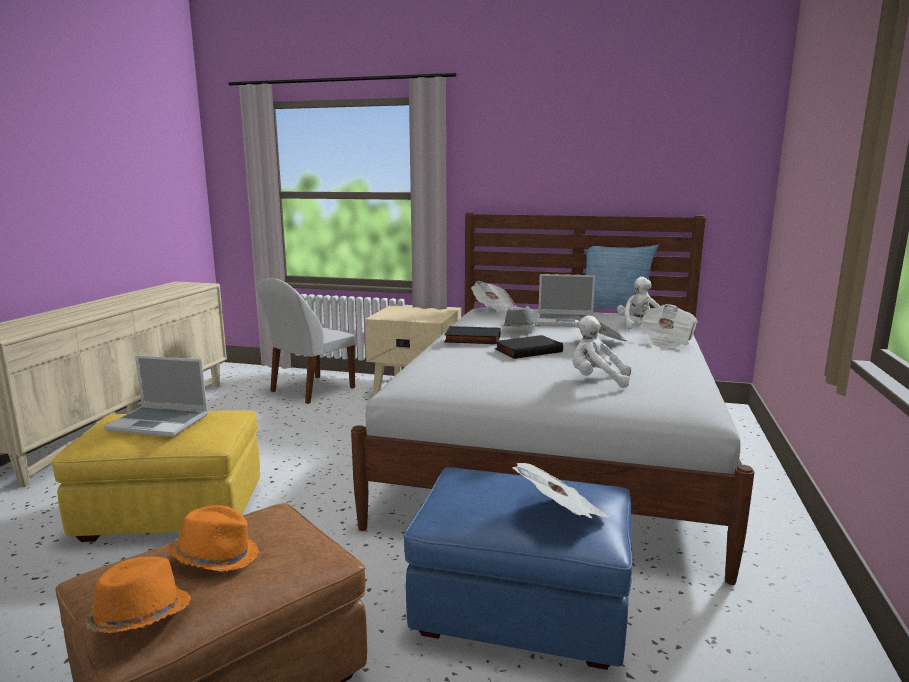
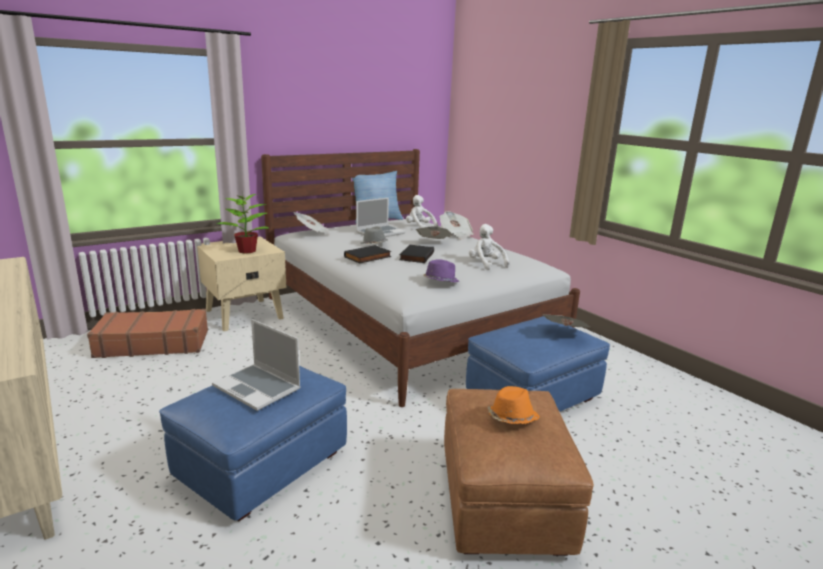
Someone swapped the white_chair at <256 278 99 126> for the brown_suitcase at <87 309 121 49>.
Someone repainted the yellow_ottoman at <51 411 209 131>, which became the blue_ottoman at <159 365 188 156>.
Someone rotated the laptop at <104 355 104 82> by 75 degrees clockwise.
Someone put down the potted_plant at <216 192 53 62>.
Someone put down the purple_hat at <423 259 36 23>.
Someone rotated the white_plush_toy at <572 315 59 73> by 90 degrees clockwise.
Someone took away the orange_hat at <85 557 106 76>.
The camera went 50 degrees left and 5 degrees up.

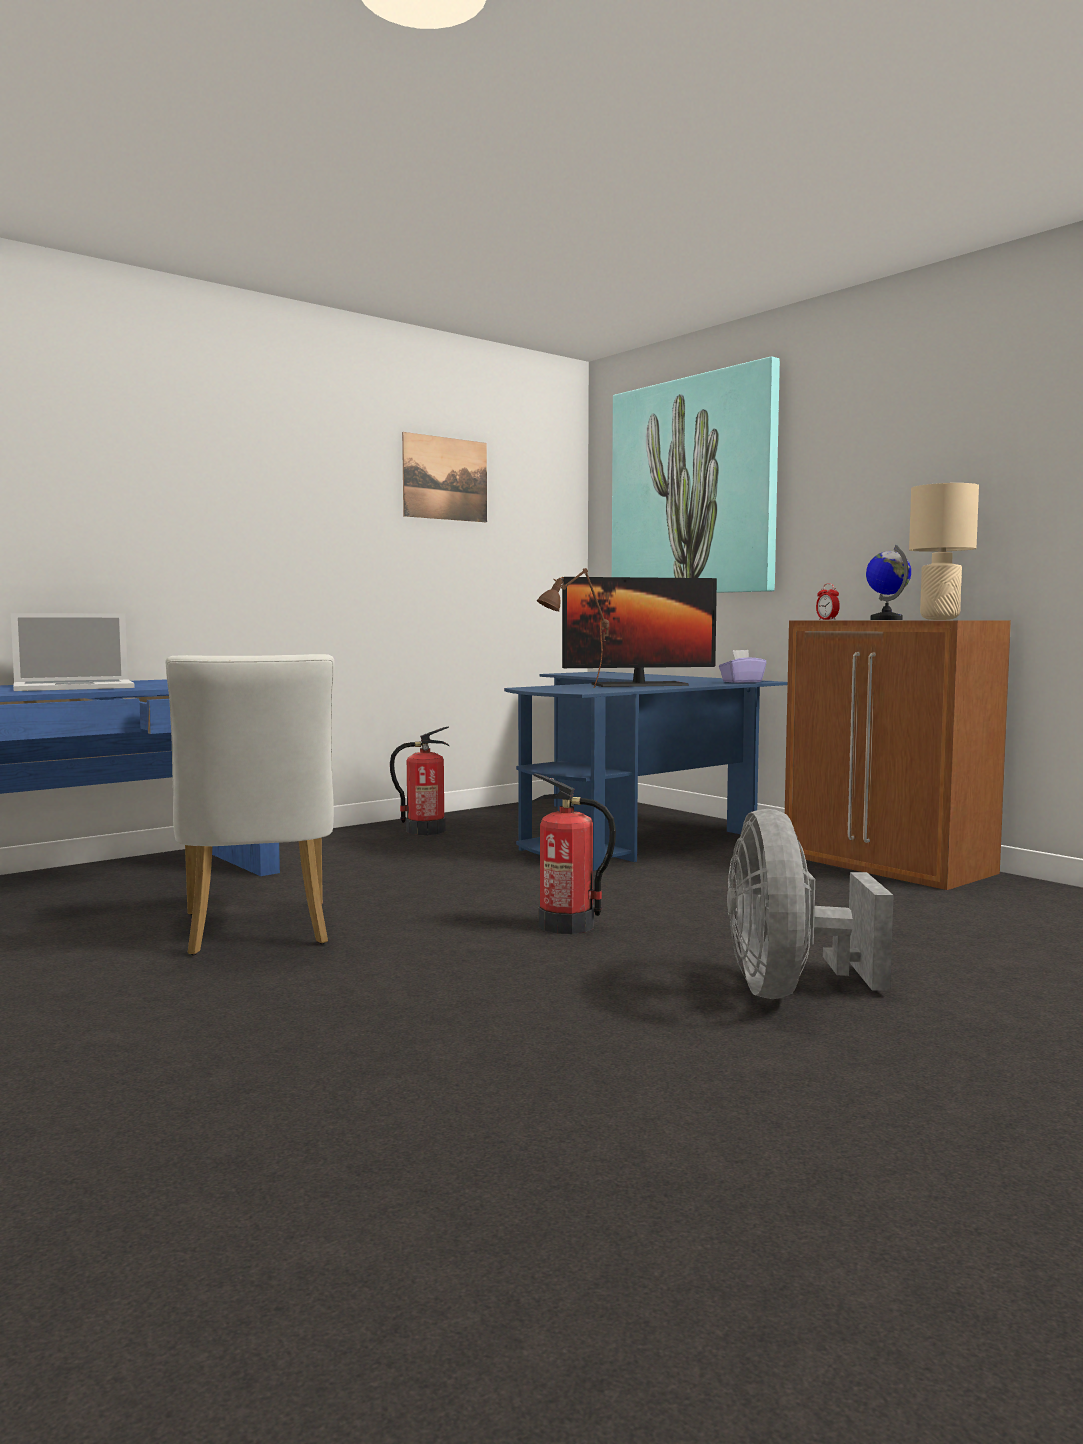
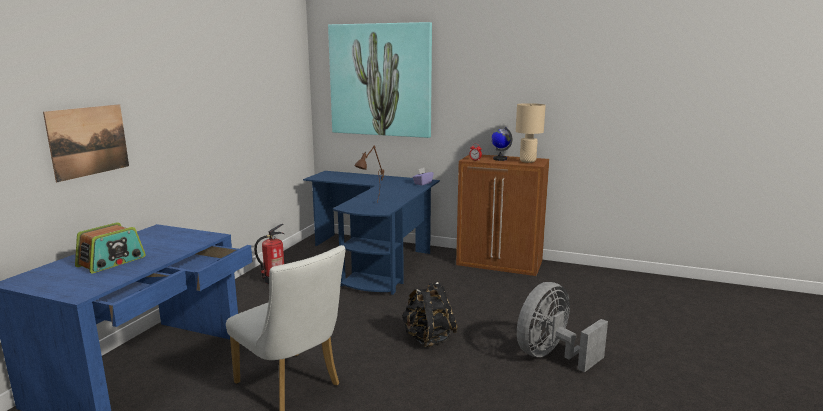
Someone carried the picture from <402 432 85 90> to <43 104 86 78>.
Someone swapped the laptop at <11 613 124 78> for the radio at <75 222 71 51>.
Someone swapped the fire_extinguisher at <533 773 83 161> for the black_backpack at <402 282 56 65>.
Someone rotated the grey_fan at <727 809 166 190> by 75 degrees clockwise.
Someone took away the monitor at <562 577 155 110>.
The camera went 30 degrees left and 10 degrees up.

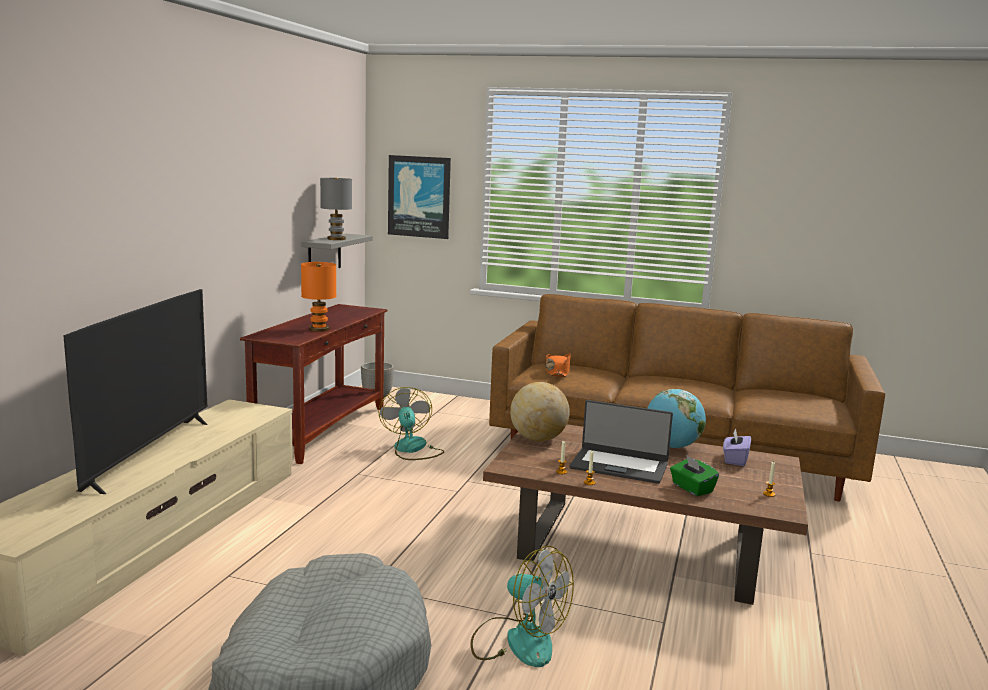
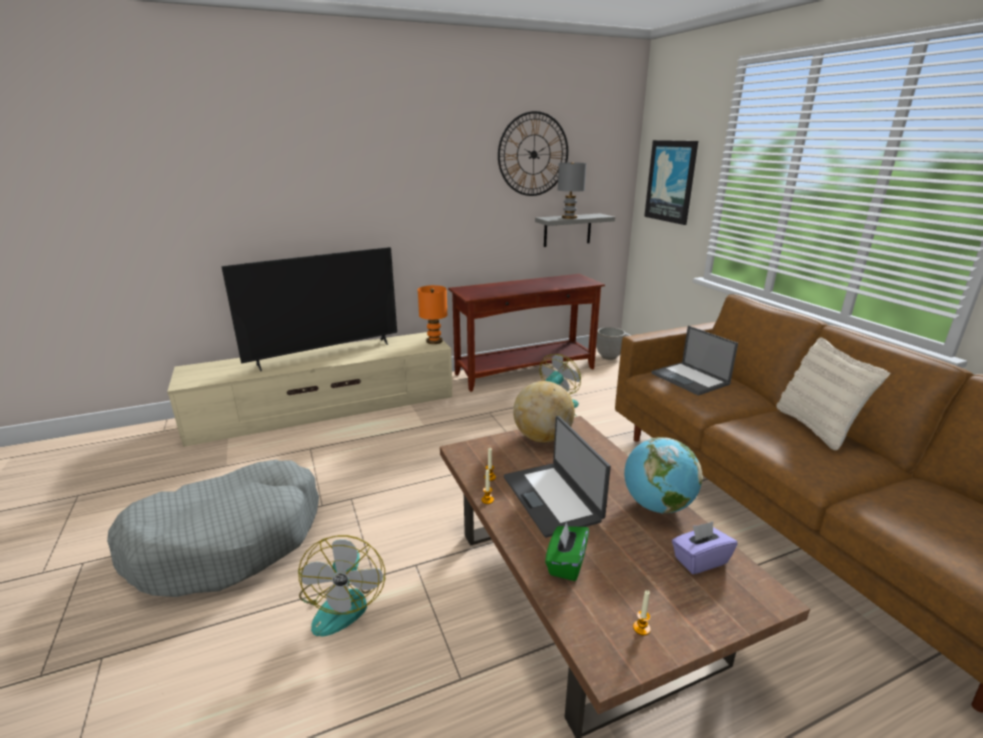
Someone carried the orange_table_lamp from <301 262 35 70> to <418 285 29 59>.
Someone put up the wall_clock at <498 111 70 85>.
Someone swapped the orange_hat at <545 353 26 24> for the laptop at <651 326 87 70>.
Someone put down the beige_pillow at <776 337 114 113>.
The camera went 50 degrees right and 10 degrees up.

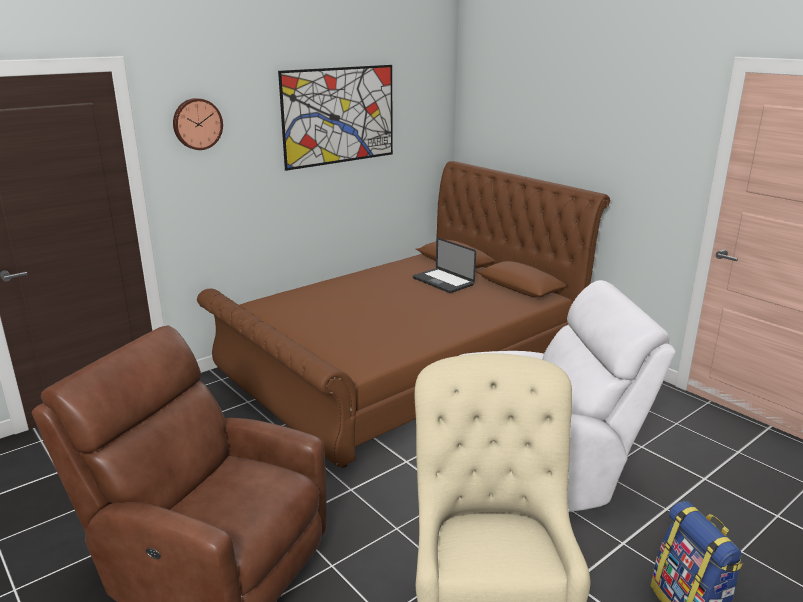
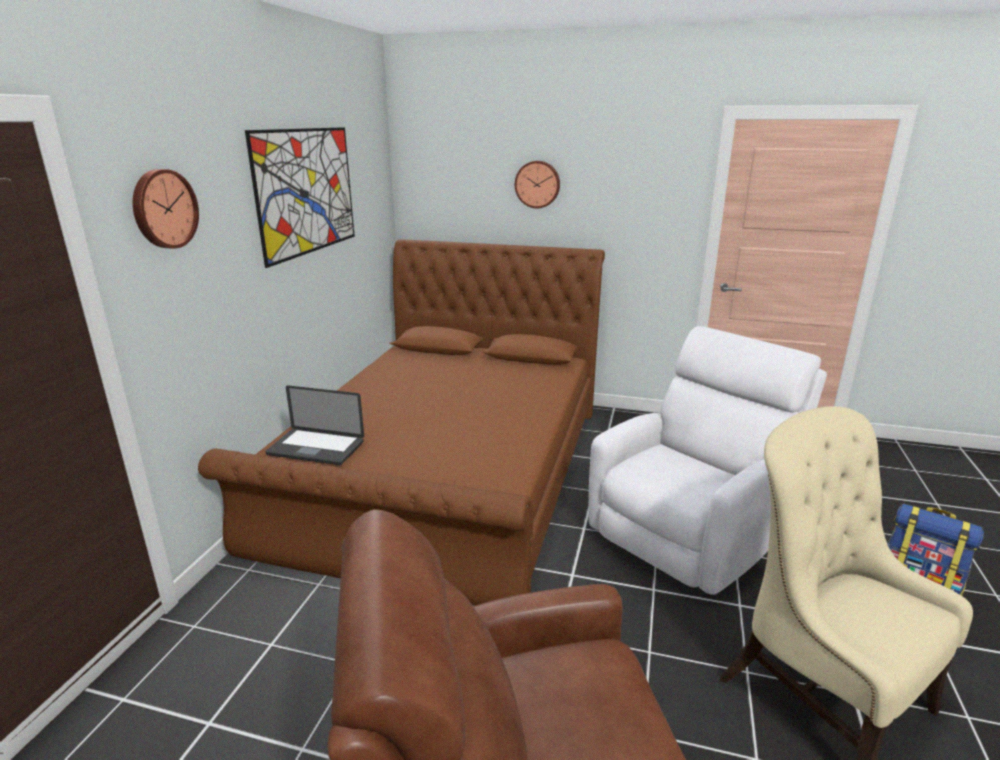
Someone carried the laptop from <413 238 63 55> to <266 385 98 80>.
Someone put up the wall_clock at <515 161 45 47>.
The camera went 35 degrees left and 0 degrees up.

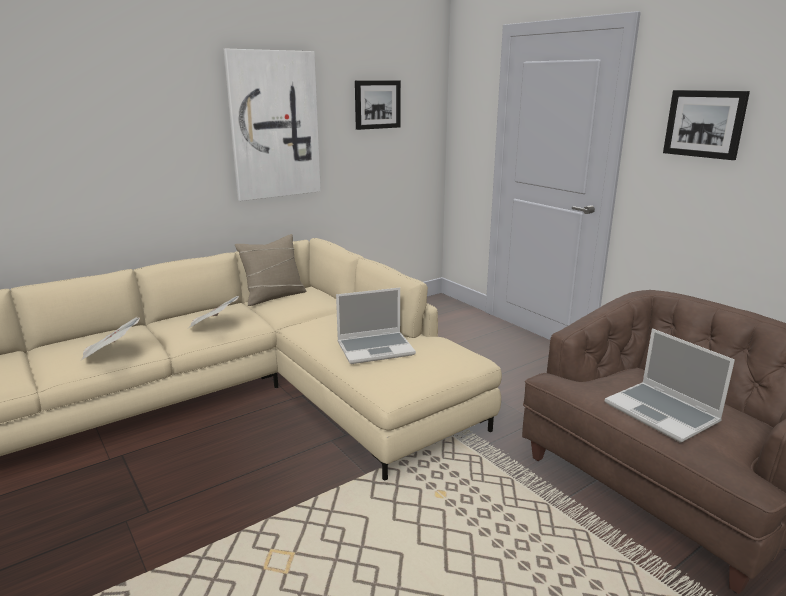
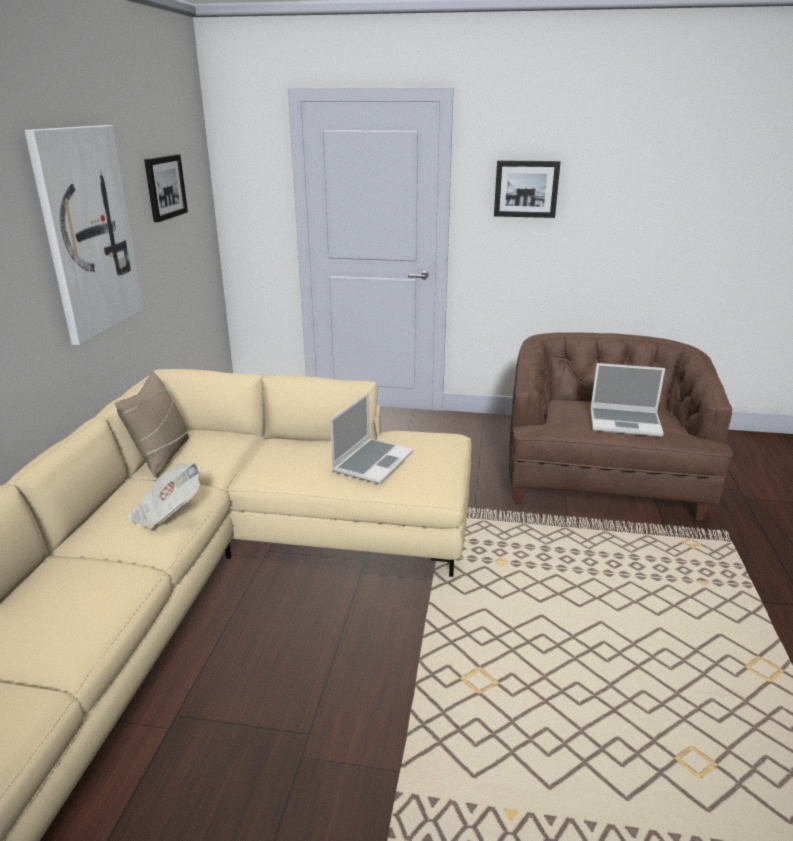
Someone took away the newspaper at <80 317 60 44>.
The camera went 45 degrees left and 5 degrees up.

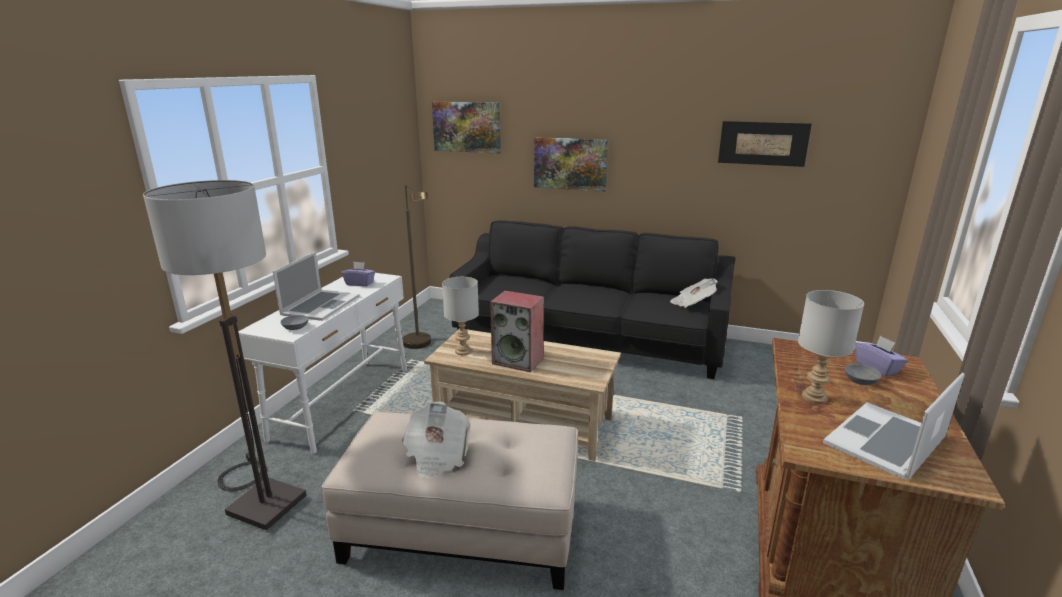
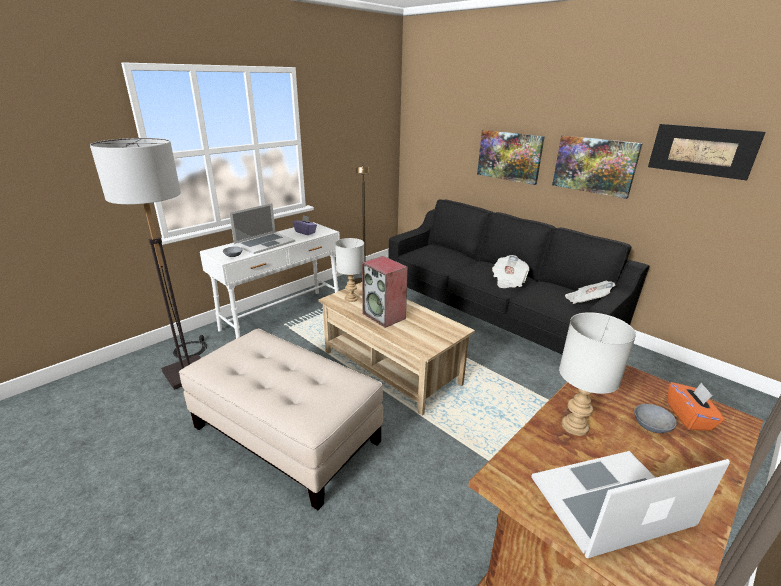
Someone carried the newspaper from <402 401 69 77> to <492 255 38 33>.
Someone carried the picture from <432 101 69 53> to <552 135 91 64>.
Someone repainted the purple_tissue_box at <855 336 53 41>, which became the orange_tissue_box at <668 382 57 49>.
The camera went 25 degrees right and 5 degrees up.

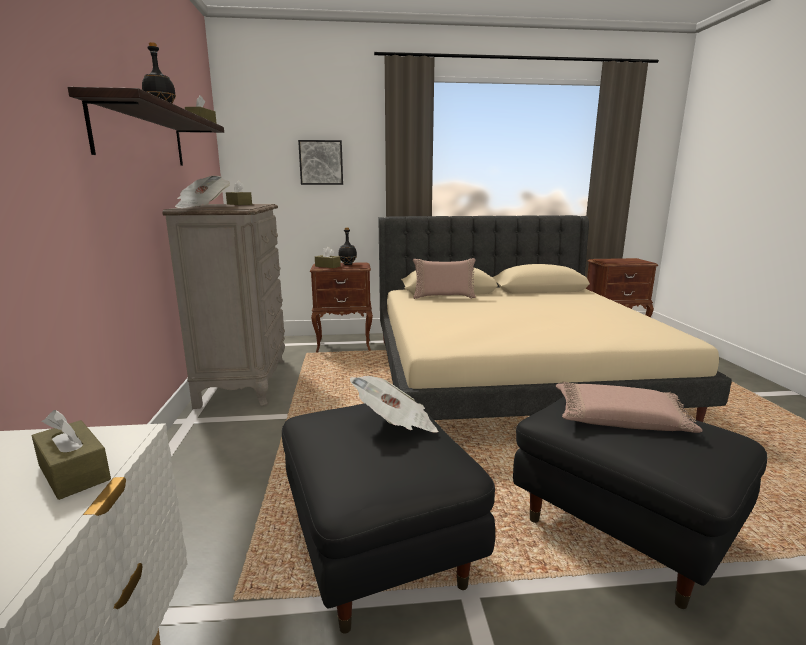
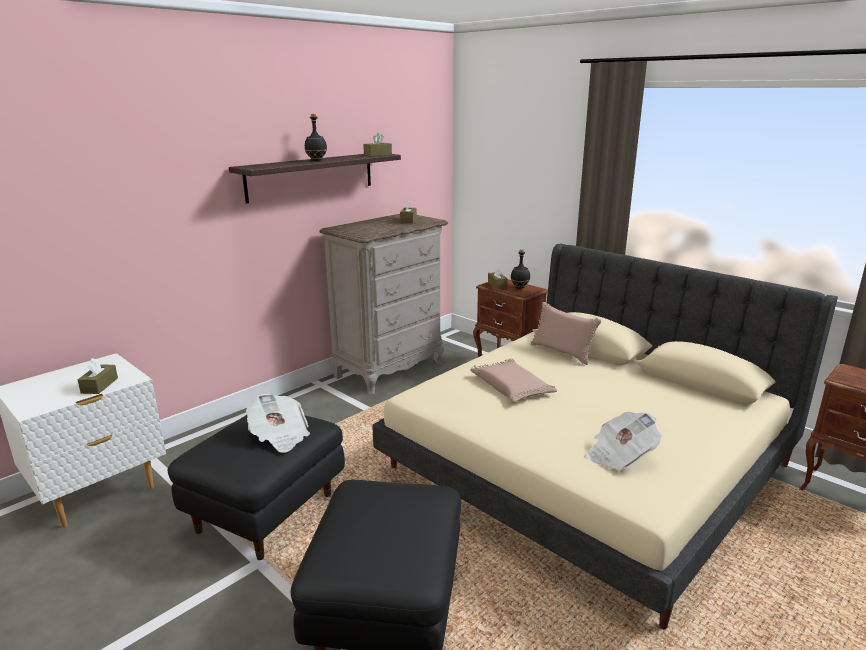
Someone carried the beige_pillow from <556 382 147 51> to <470 359 87 44>.
Someone carried the newspaper from <175 176 55 32> to <585 412 76 59>.
Someone took away the picture at <298 140 45 45>.
The camera went 50 degrees right and 5 degrees up.

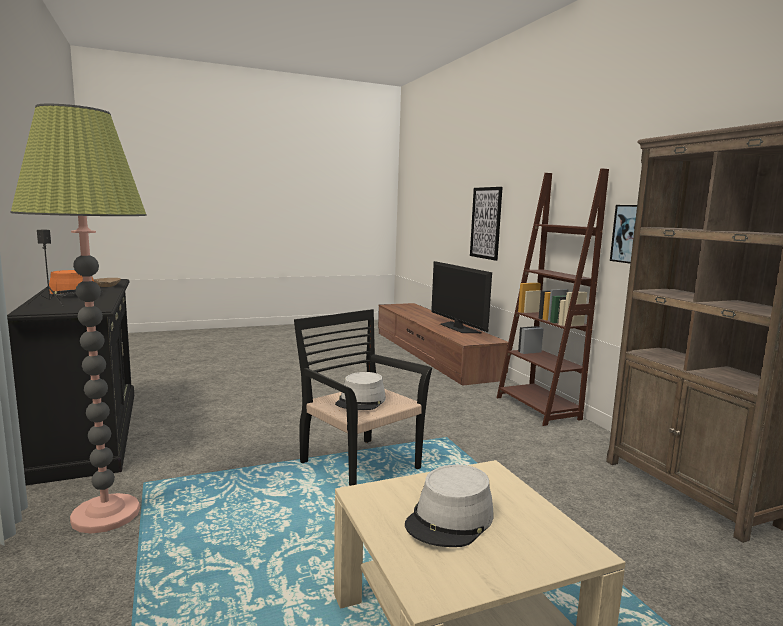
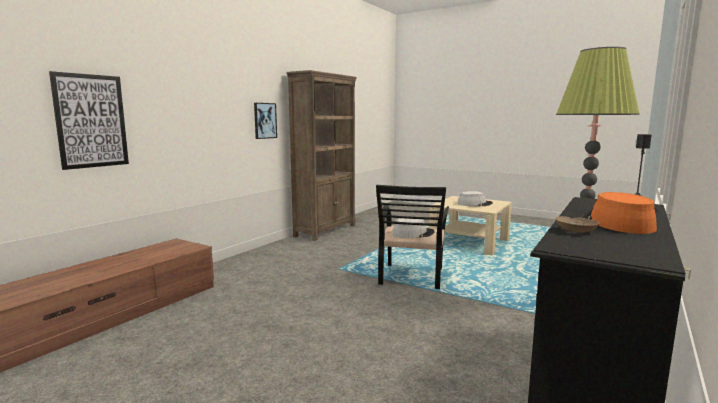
Someone took away the television at <431 261 61 72>.
Someone took away the brown_bookcase at <497 168 112 258>.
The camera went 125 degrees left and 0 degrees up.

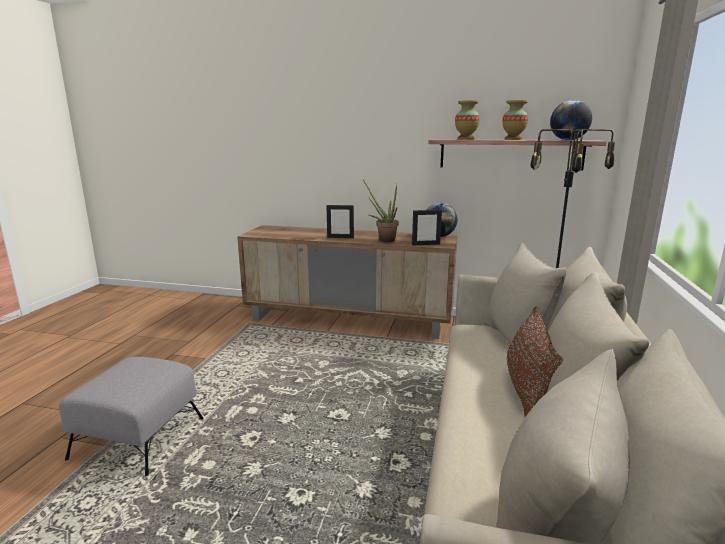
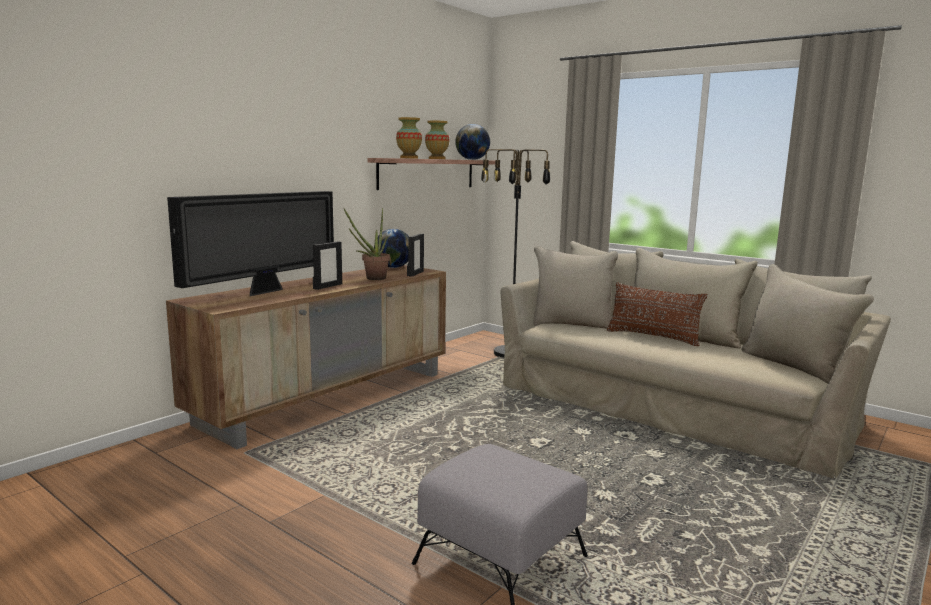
Someone put down the television at <167 191 167 105>.
The camera went 65 degrees left and 5 degrees down.

